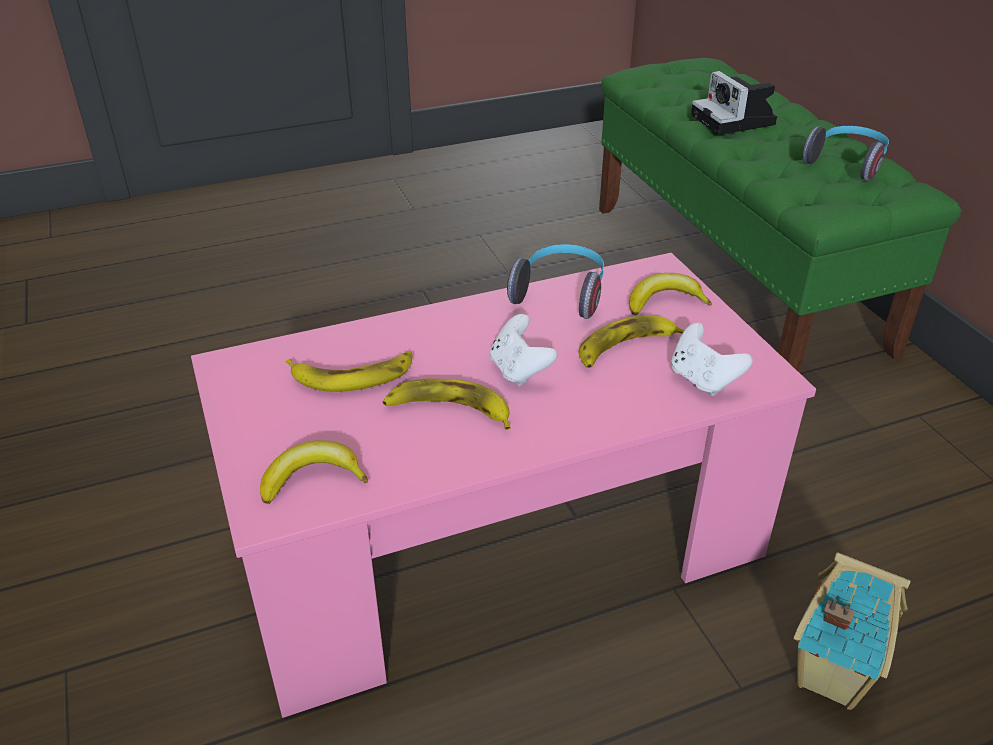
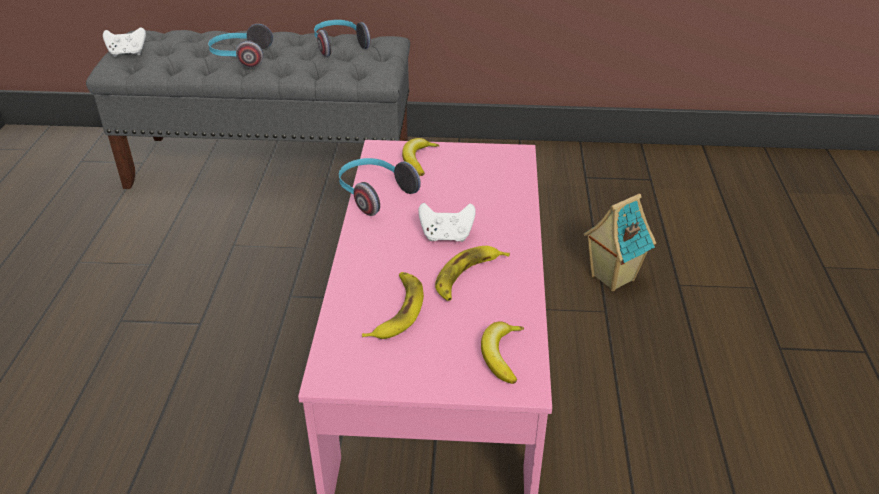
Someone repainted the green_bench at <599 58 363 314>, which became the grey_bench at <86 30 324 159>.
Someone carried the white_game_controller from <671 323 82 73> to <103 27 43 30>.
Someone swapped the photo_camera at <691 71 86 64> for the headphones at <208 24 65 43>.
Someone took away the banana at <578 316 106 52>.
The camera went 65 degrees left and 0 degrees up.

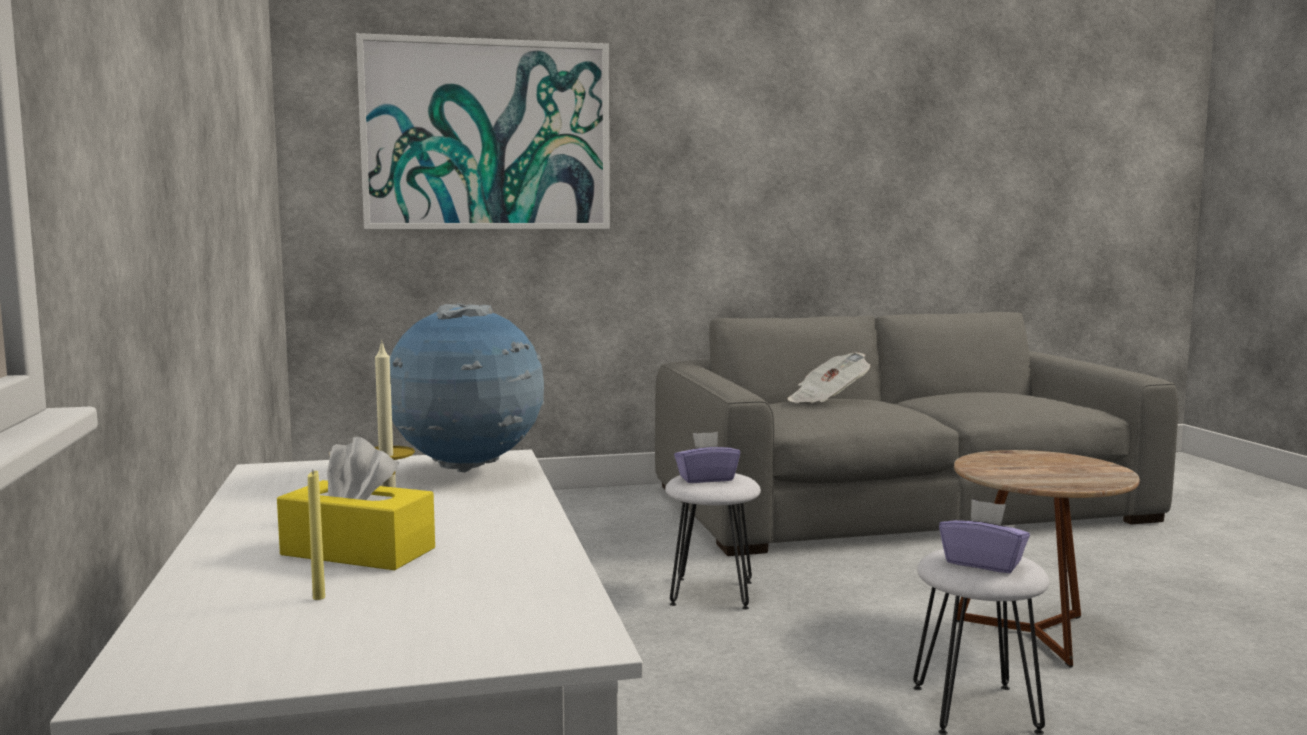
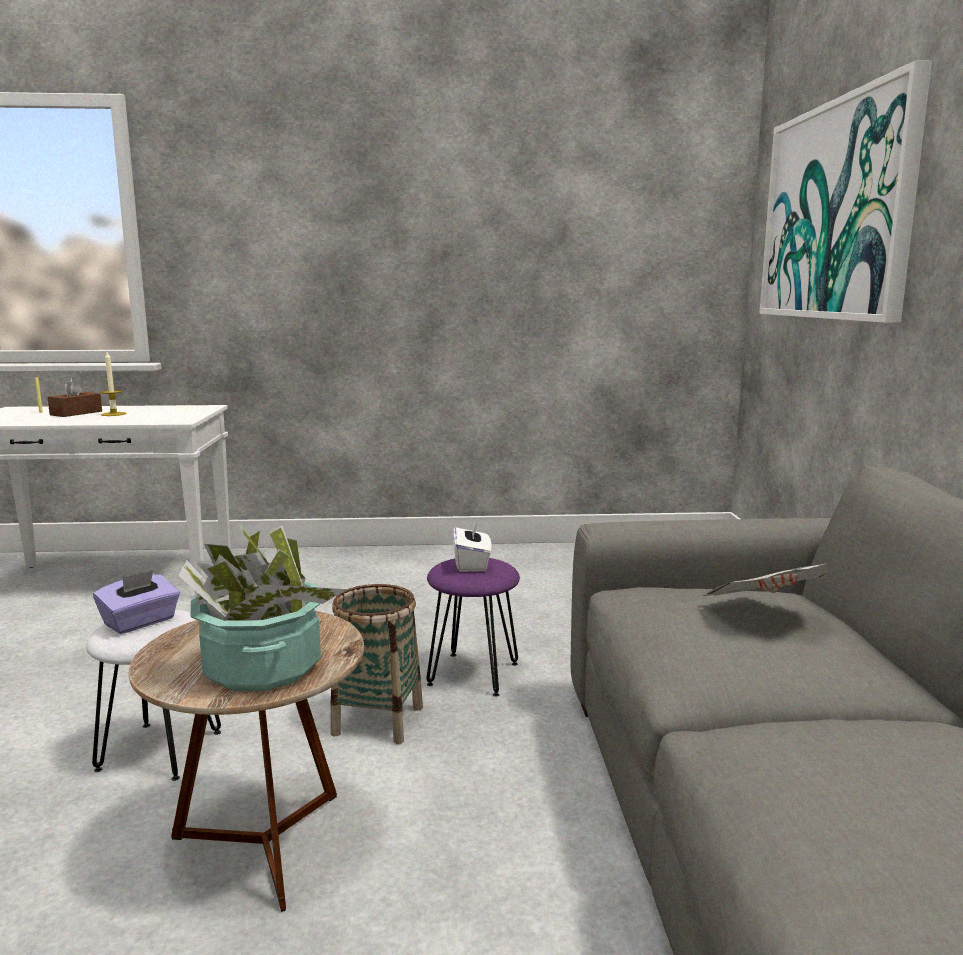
Someone repainted the yellow_tissue_box at <277 437 158 133>, which became the brown_tissue_box at <48 377 54 40>.
Someone put down the potted_plant at <178 526 169 165>.
Someone put down the basket at <330 584 93 160>.
Someone repainted the white_stool at <665 473 96 137>, which became the purple_stool at <427 558 93 139>.
Someone repainted the purple_tissue_box at <674 432 66 51>, which became the white_tissue_box at <453 520 39 52>.
Someone took away the globe at <390 303 154 170>.
The camera went 100 degrees right and 5 degrees up.

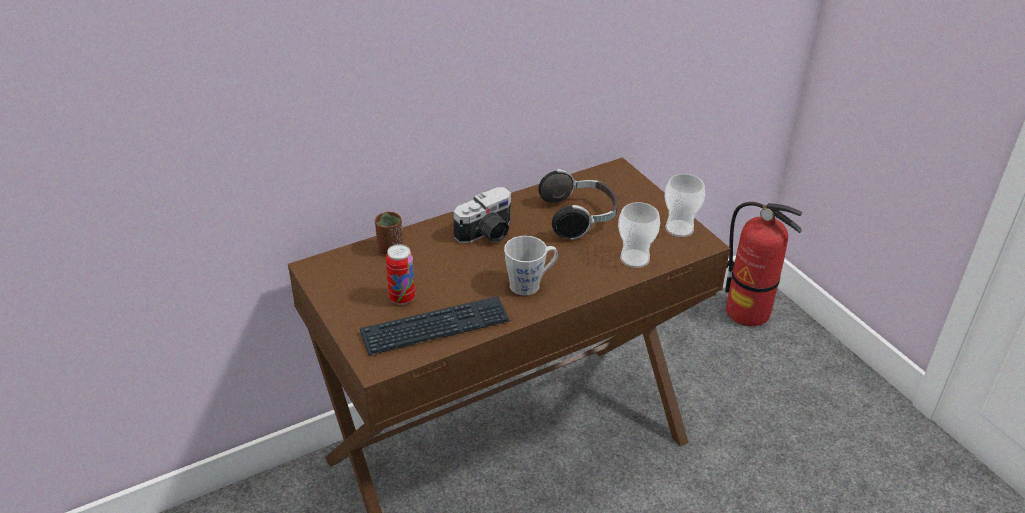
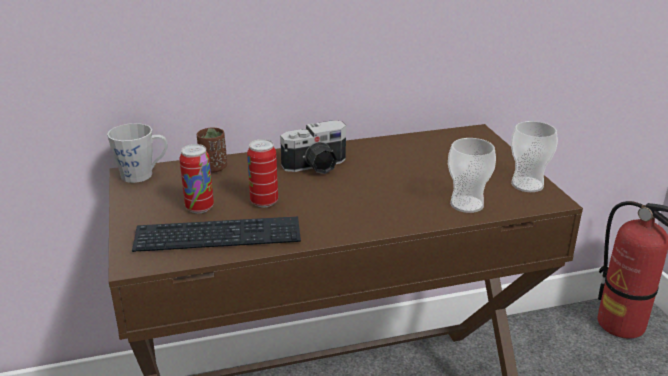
Someone carried the grey_mug from <504 236 54 60> to <107 123 61 60>.
Someone put down the can at <247 139 31 68>.
Someone took away the headphones at <538 169 80 71>.
The camera went 15 degrees right and 10 degrees down.

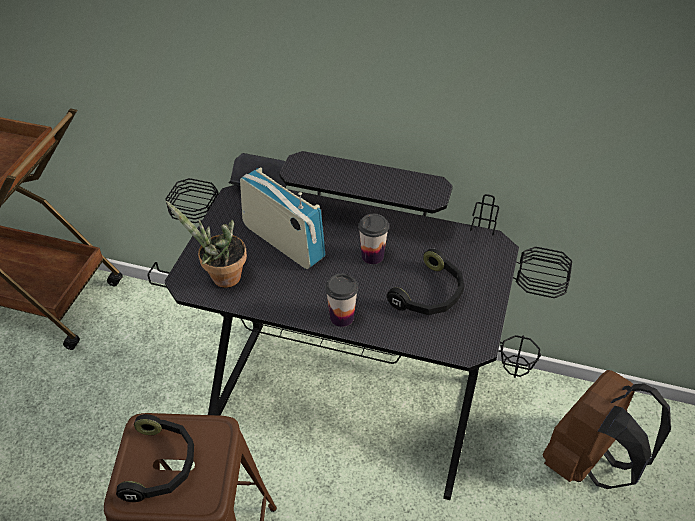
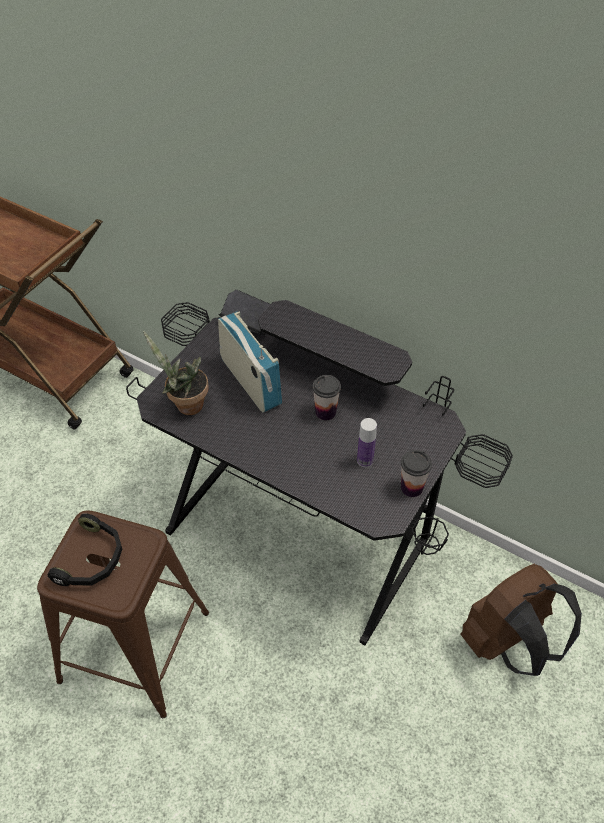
Someone swapped the black_headphones at <387 248 77 67> for the bottle at <357 418 20 49>.
Someone carried the cup from <325 274 33 53> to <401 450 31 47>.
The camera went 15 degrees right and 5 degrees up.

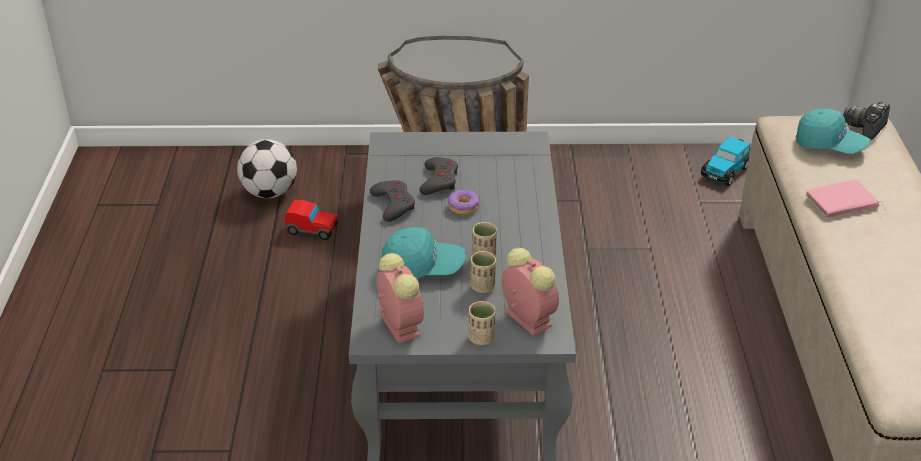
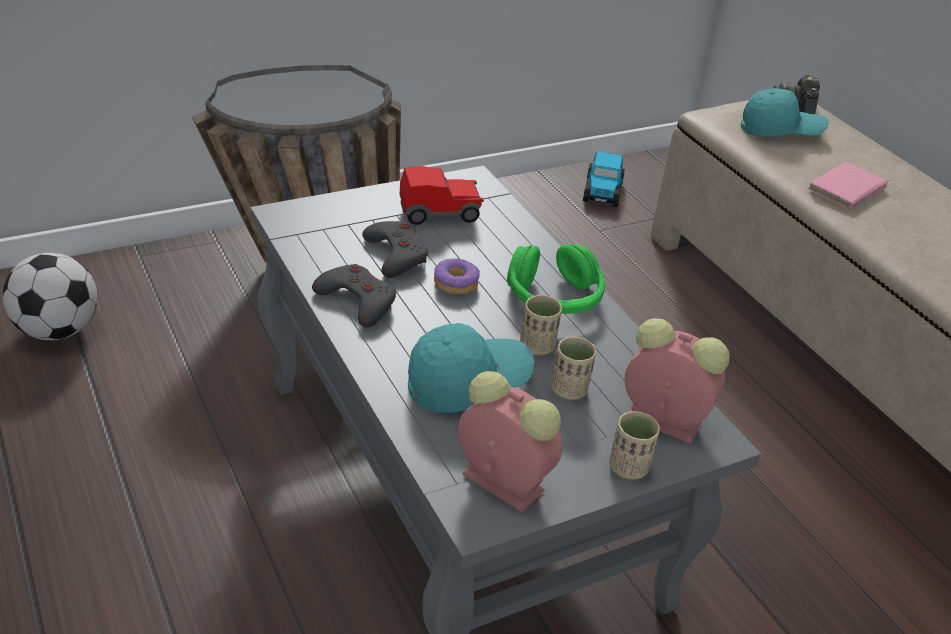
Someone carried the toy_car from <285 199 54 41> to <400 166 84 59>.
Someone put down the green_headphones at <507 244 98 70>.
The camera went 30 degrees left and 0 degrees up.

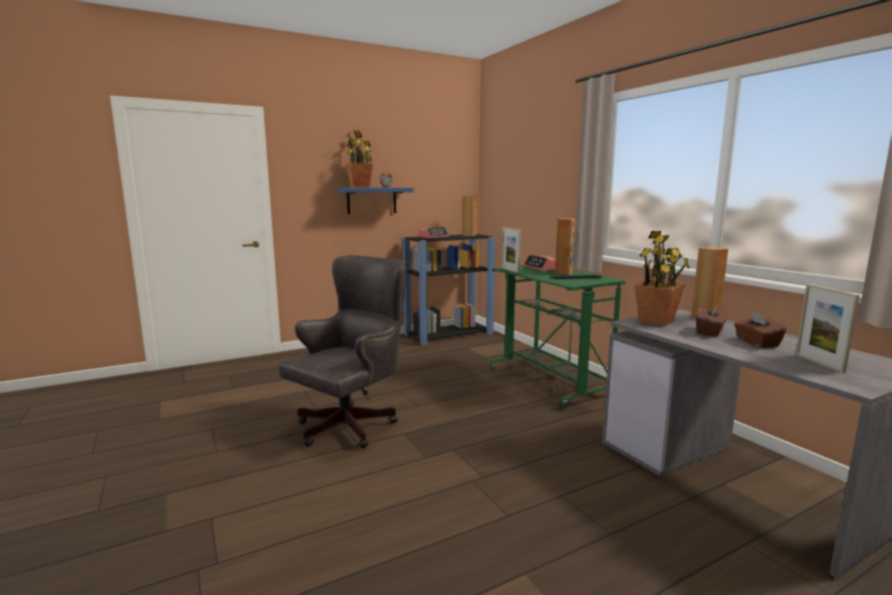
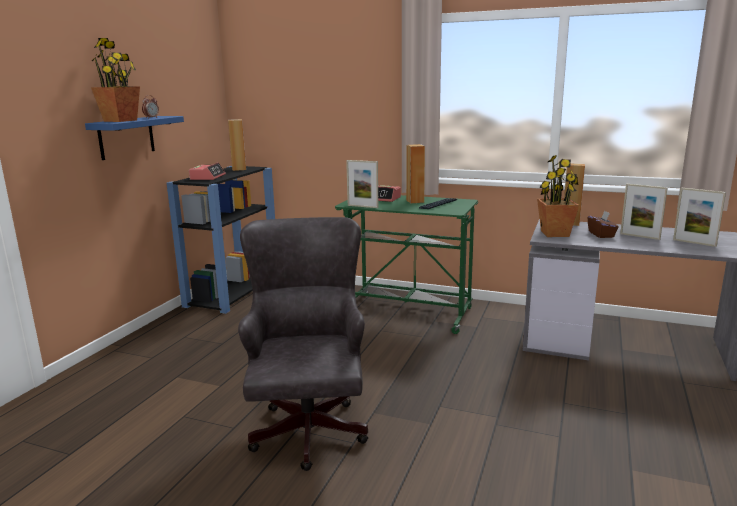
Someone swapped the brown_tissue_box at <734 311 53 37> for the picture_frame at <620 184 48 56>.
The camera went 40 degrees left and 5 degrees up.

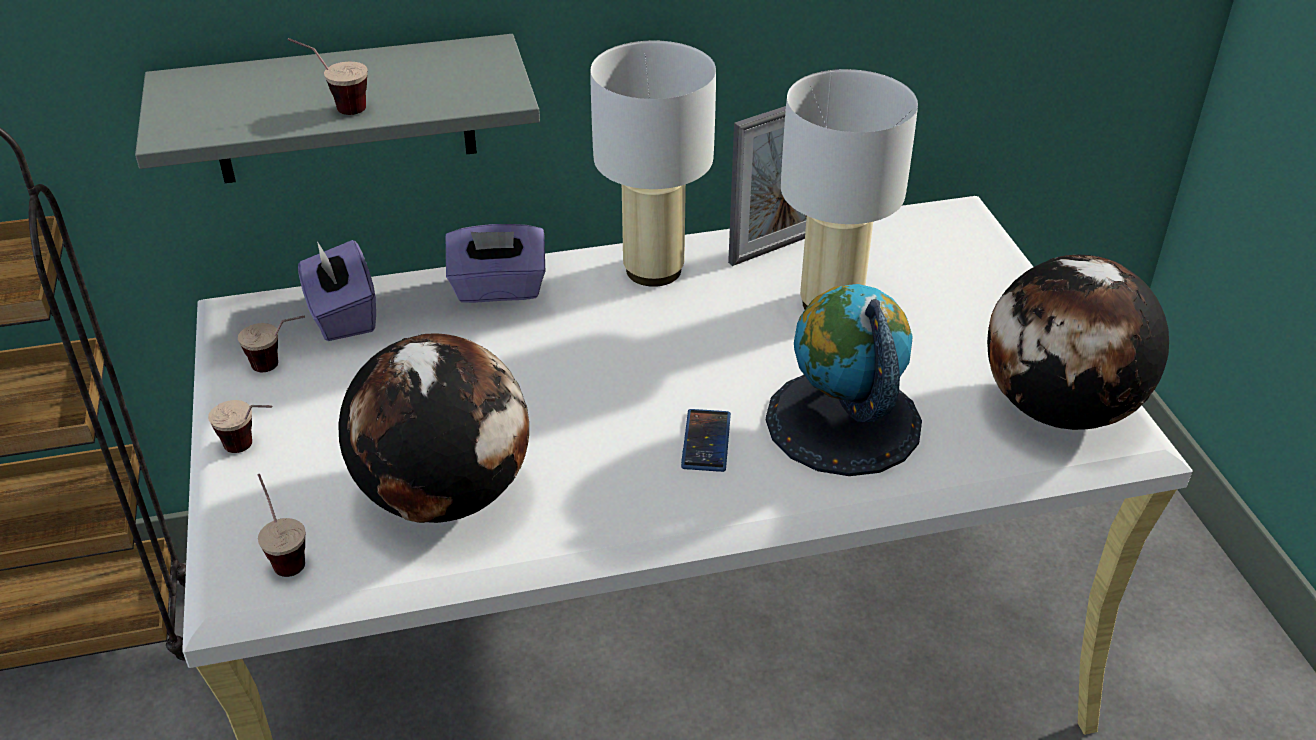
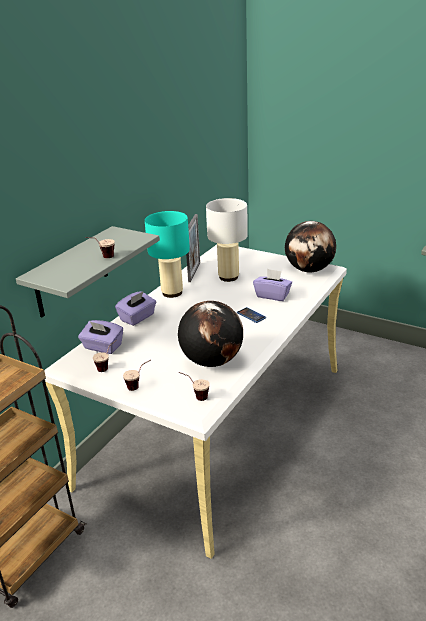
Someone repainted the white_table_lamp at <591 40 125 247>, which became the turquoise_table_lamp at <145 211 45 87>.
Someone swapped the globe at <766 284 156 192> for the purple_tissue_box at <253 269 39 32>.
The camera went 45 degrees left and 10 degrees down.

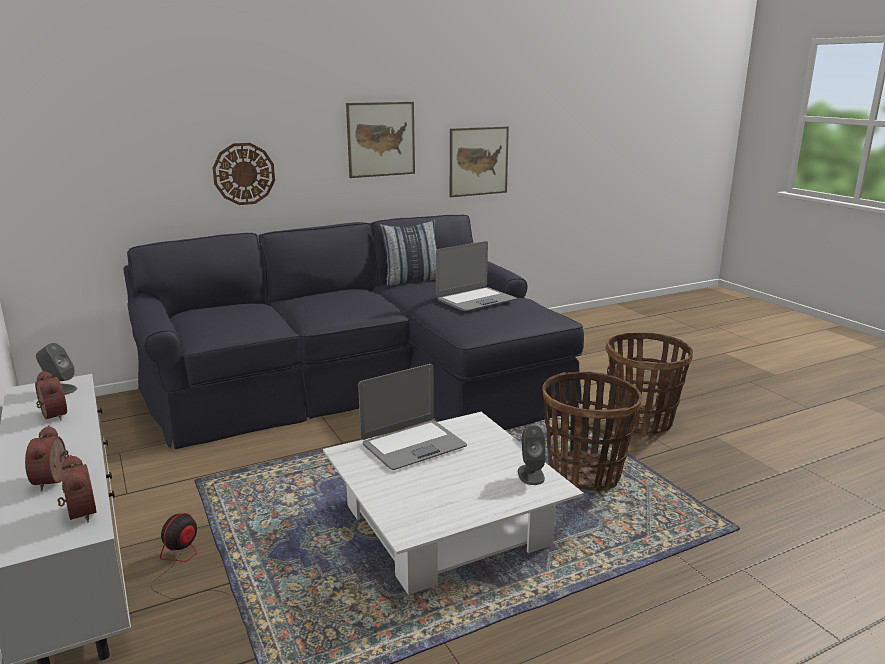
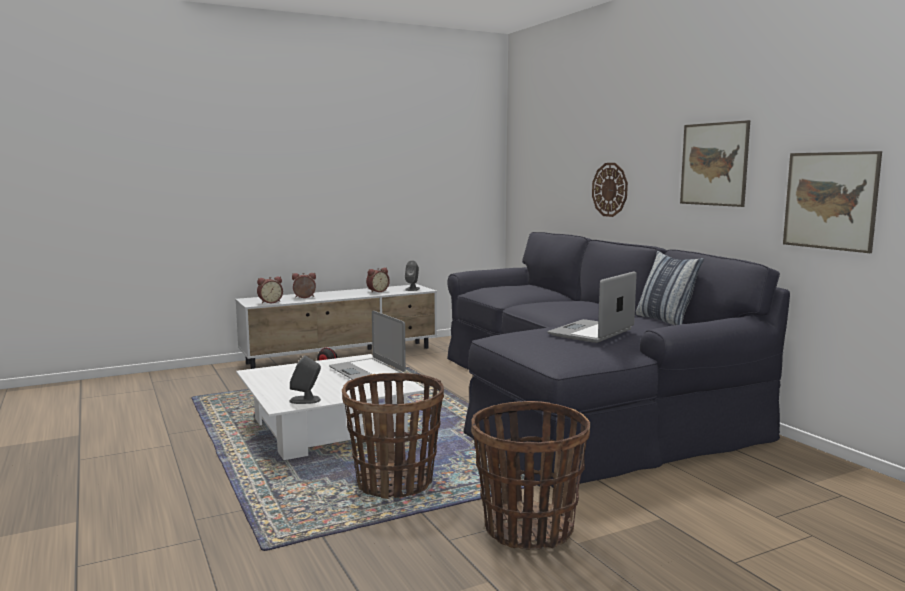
Someone rotated the laptop at <436 241 81 70> by 75 degrees clockwise.
The camera went 90 degrees right and 10 degrees down.

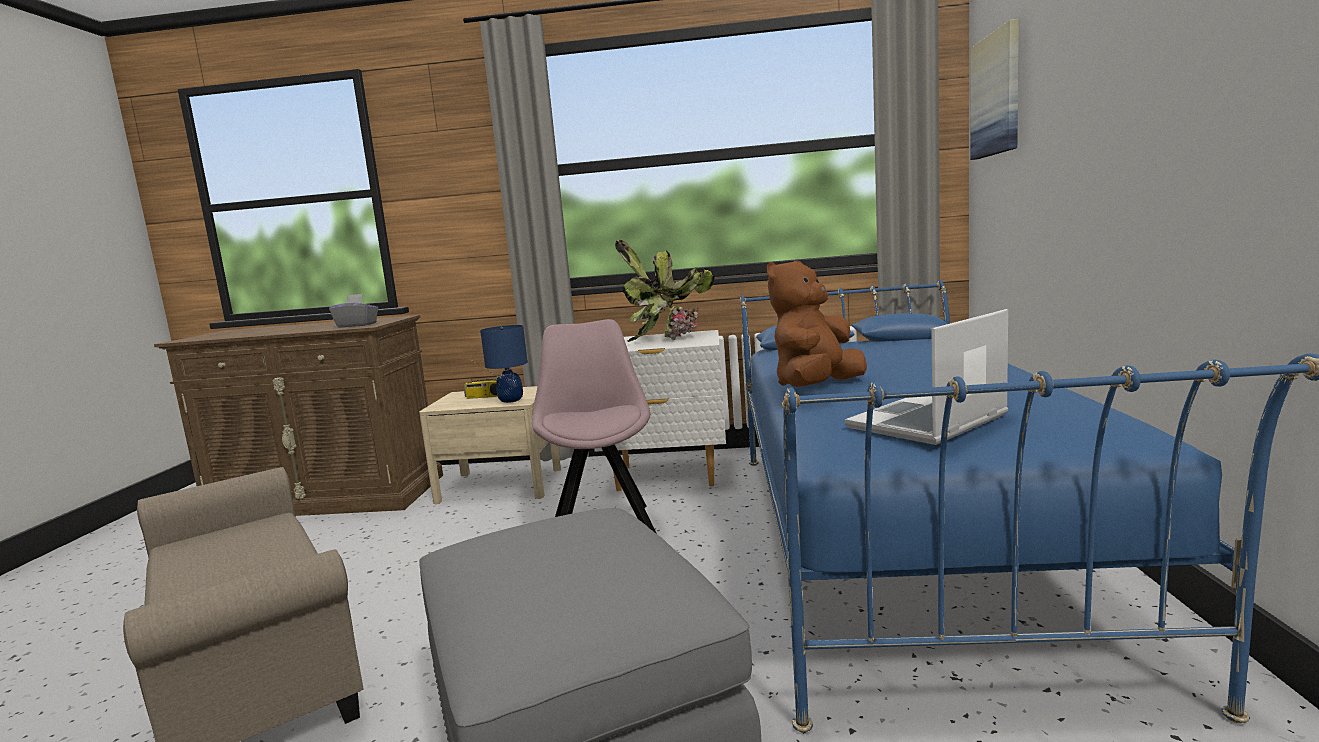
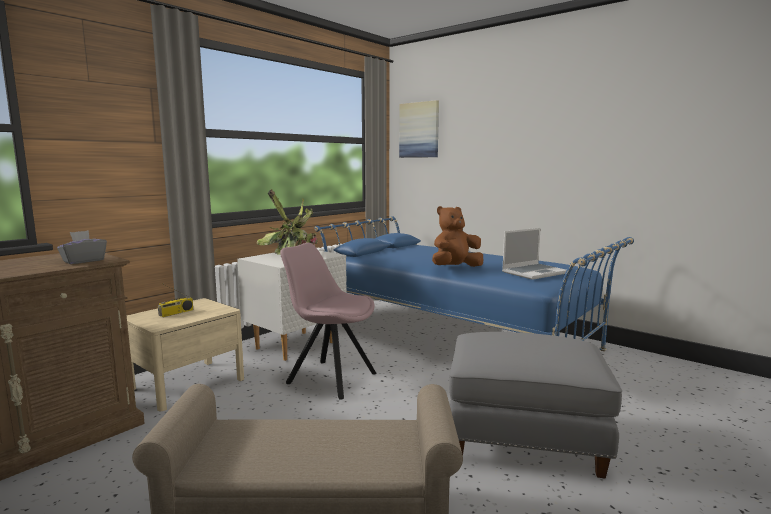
Someone rotated the brown_plush_toy at <767 261 100 126> by 75 degrees clockwise.
Someone rotated the laptop at <845 309 163 136> by 120 degrees counterclockwise.
Someone took away the blue_table_lamp at <480 325 48 78>.
The camera went 55 degrees left and 0 degrees up.

